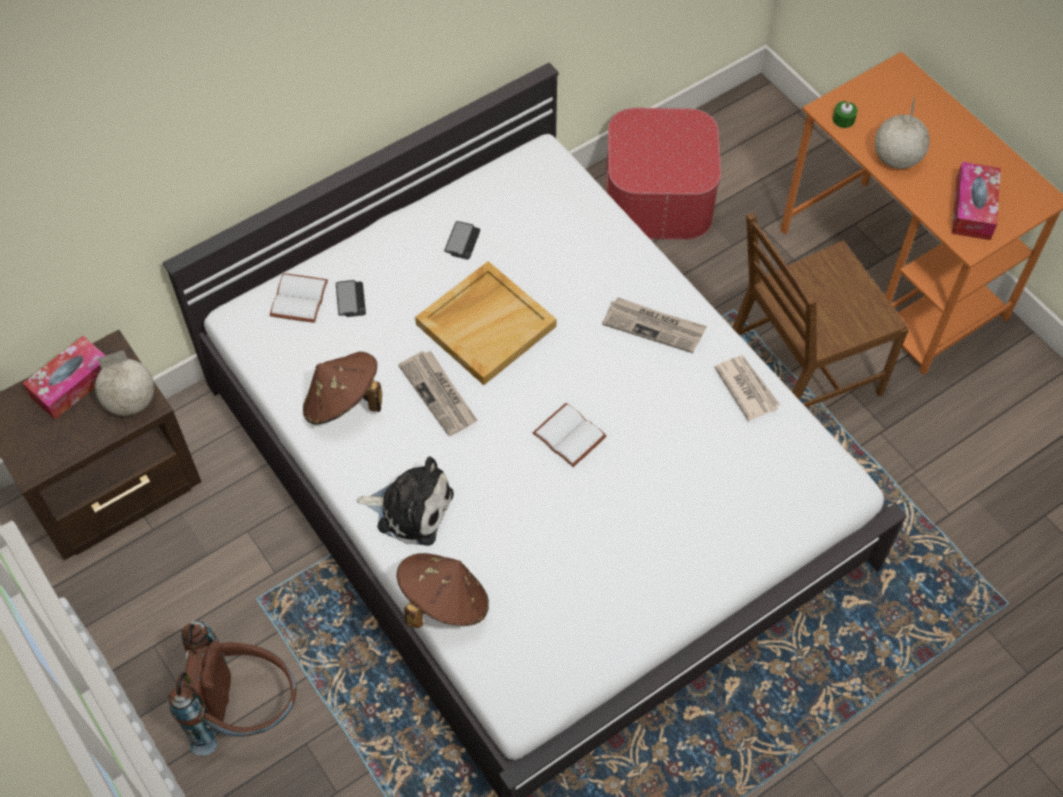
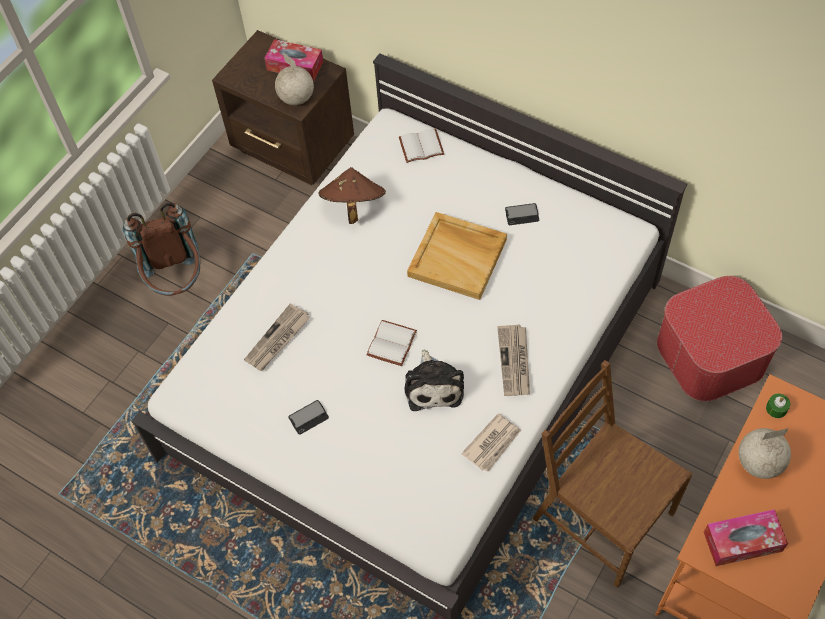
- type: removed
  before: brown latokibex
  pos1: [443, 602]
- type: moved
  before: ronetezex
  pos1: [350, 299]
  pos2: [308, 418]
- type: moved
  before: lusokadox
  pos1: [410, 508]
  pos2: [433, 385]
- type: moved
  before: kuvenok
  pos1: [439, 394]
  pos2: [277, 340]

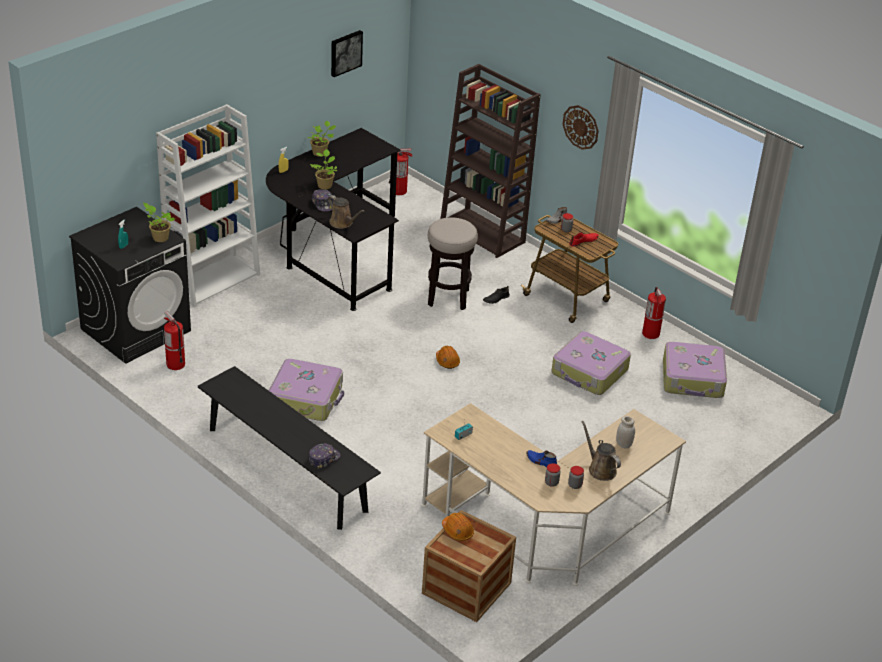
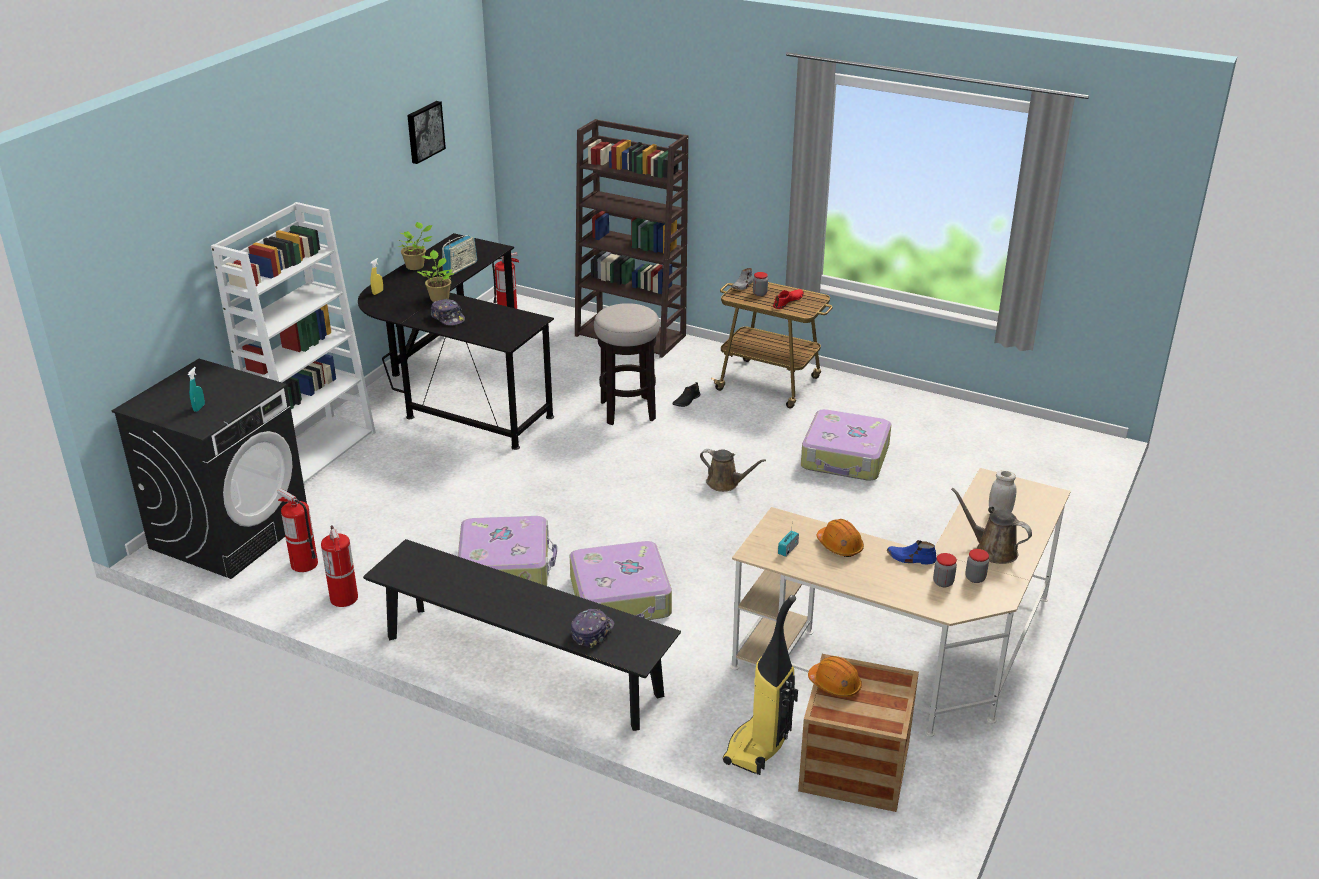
- type: removed
  before: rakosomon
  pos1: [159, 238]
- type: removed
  before: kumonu
  pos1: [581, 127]
- type: added
  after: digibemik
  pos2: [460, 268]
- type: added
  after: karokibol
  pos2: [758, 748]
- type: moved
  before: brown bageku
  pos1: [342, 223]
  pos2: [725, 483]
- type: moved
  before: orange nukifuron
  pos1: [447, 361]
  pos2: [839, 546]
- type: moved
  before: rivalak
  pos1: [651, 334]
  pos2: [344, 598]
- type: moved
  before: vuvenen
  pos1: [693, 379]
  pos2: [621, 598]

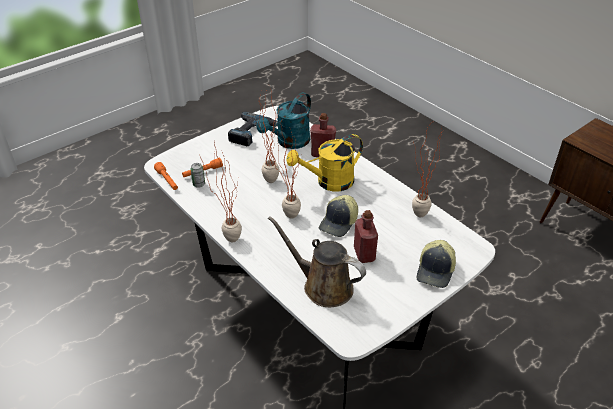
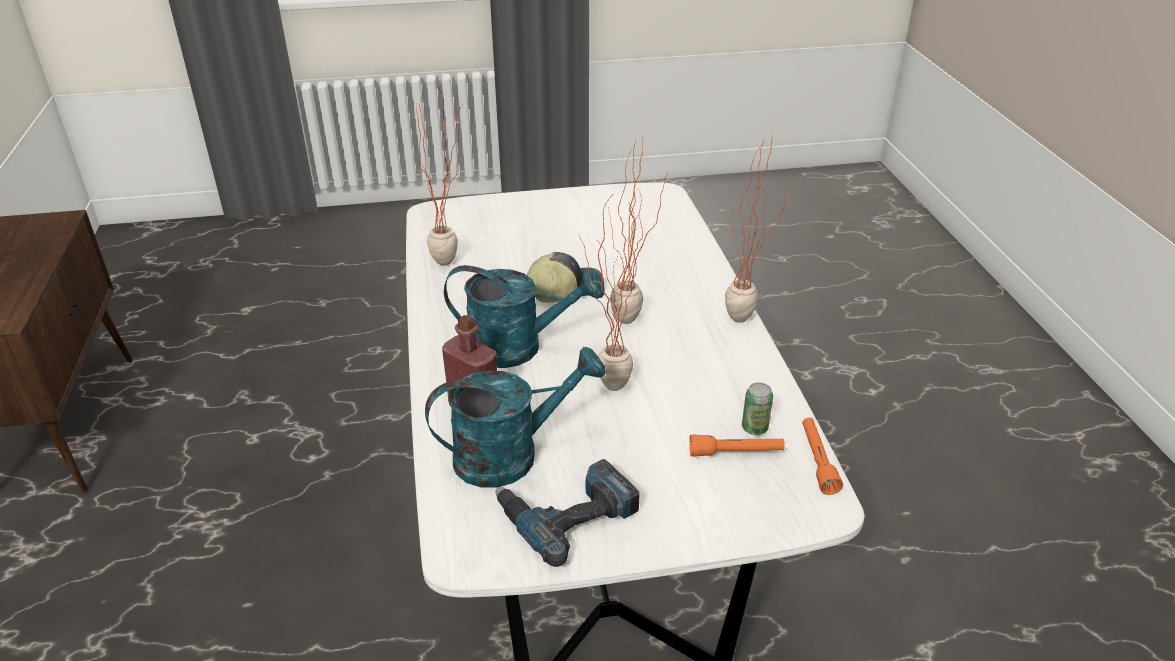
- type: removed
  before: brown bageku
  pos1: [323, 286]
- type: removed
  before: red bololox
  pos1: [364, 254]
- type: removed
  before: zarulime
  pos1: [436, 271]
- type: recoloured
  before: yellow bageku
  after: turquoise bageku
  pos1: [329, 182]
  pos2: [518, 347]

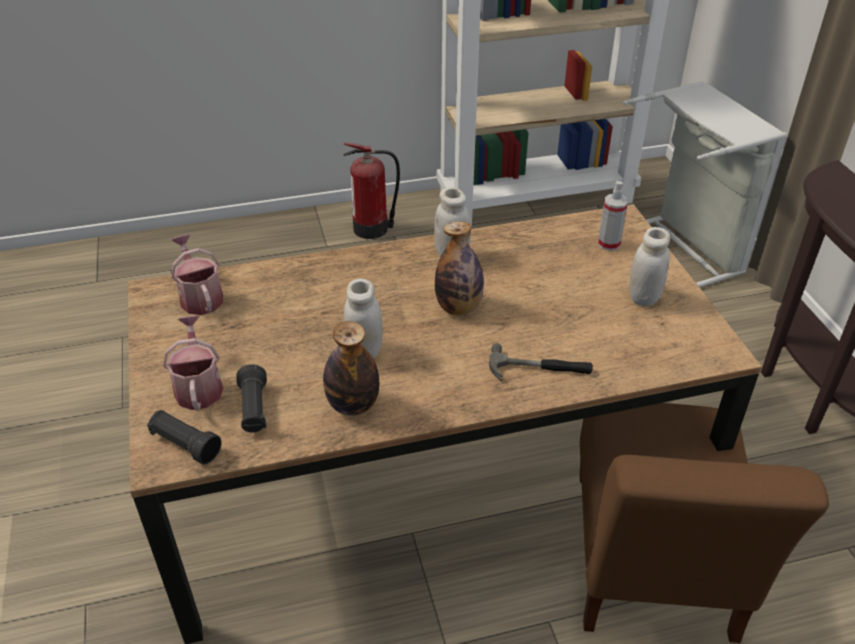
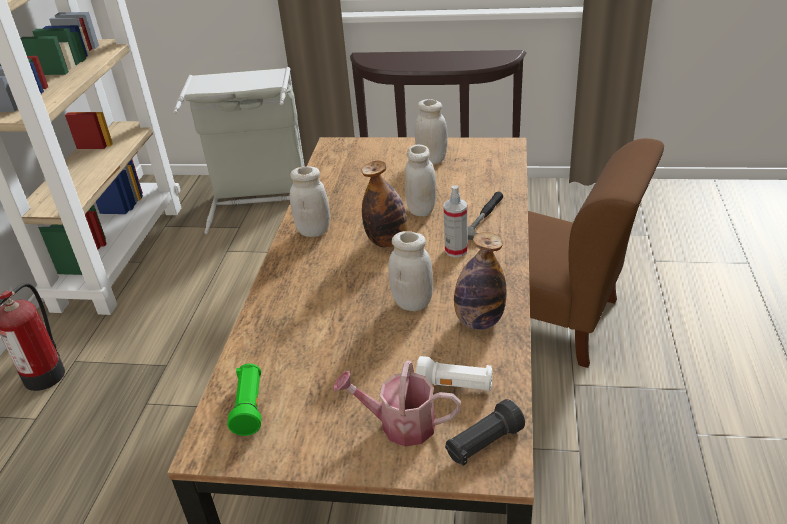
- type: added
  after: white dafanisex
  pos2: [421, 210]
- type: moved
  before: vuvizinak
  pos1: [608, 244]
  pos2: [456, 250]
- type: replaced
  before: bageku
  after: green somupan
  pos1: [200, 297]
  pos2: [249, 407]
- type: recoloured
  before: black somupan
  after: white somupan
  pos1: [254, 409]
  pos2: [455, 386]

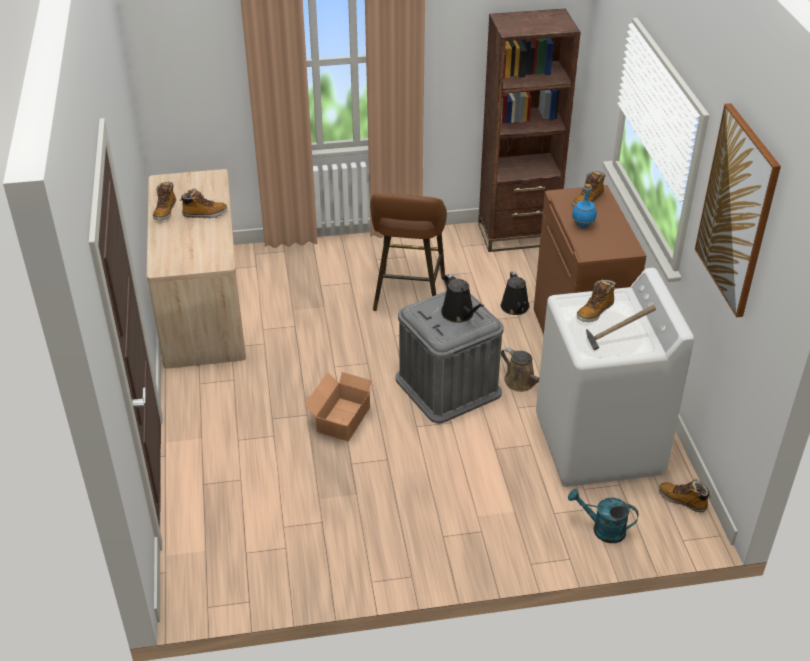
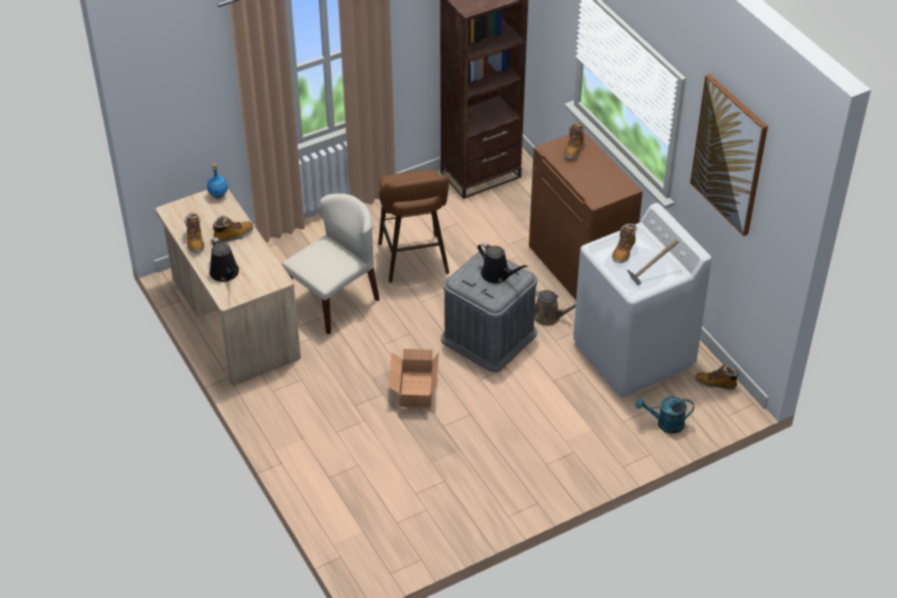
- type: added
  after: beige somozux
  pos2: [334, 301]
- type: moved
  before: black bageku
  pos1: [515, 308]
  pos2: [225, 273]
- type: moved
  before: blue bololox
  pos1: [583, 226]
  pos2: [218, 196]

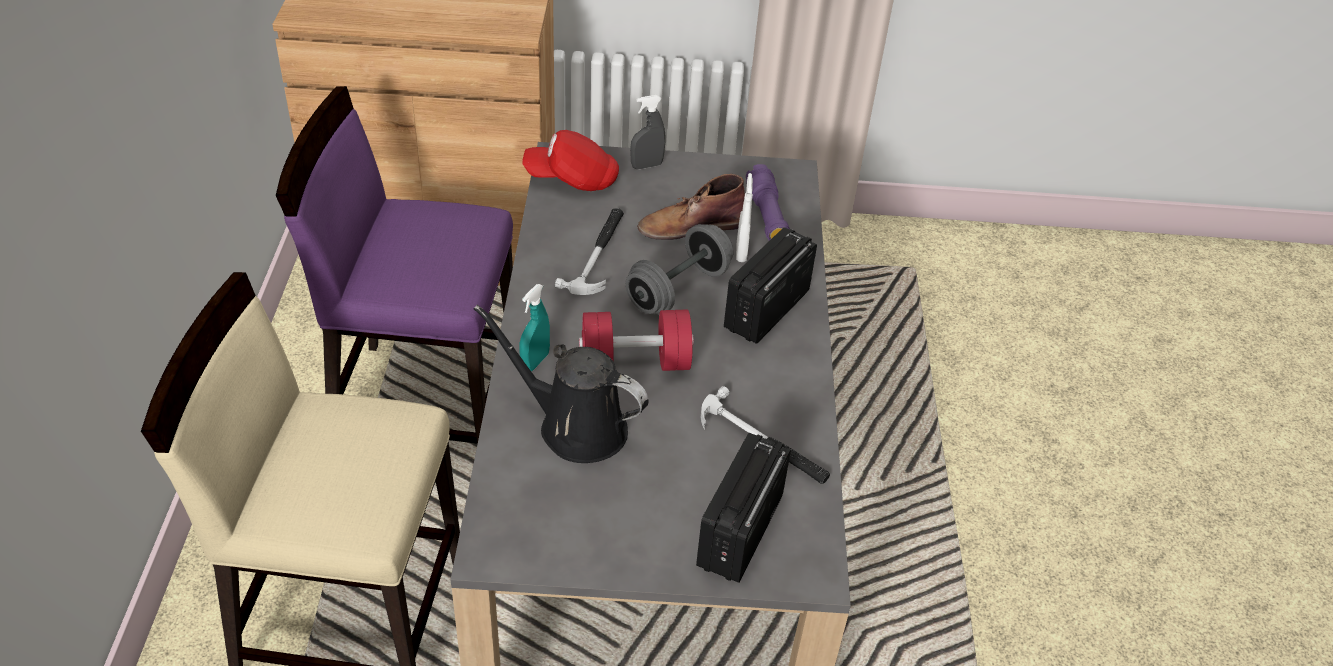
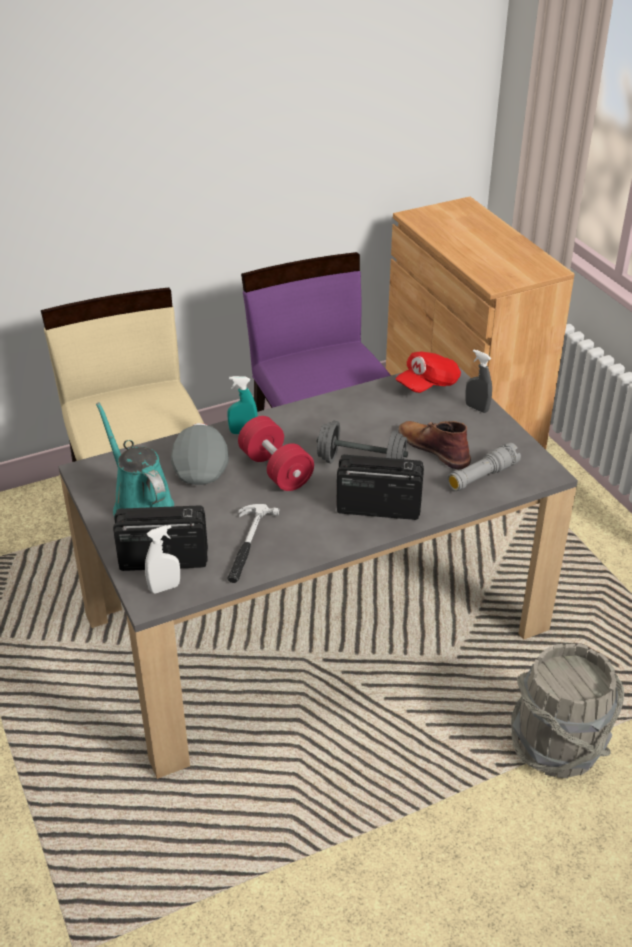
- type: removed
  before: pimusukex
  pos1: [598, 254]
- type: added
  after: turquoise bageku
  pos2: [140, 505]
- type: added
  after: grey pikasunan
  pos2: [558, 746]
- type: moved
  before: white vuvizinak
  pos1: [741, 252]
  pos2: [164, 588]
- type: replaced
  before: black bageku
  after: grey zarulime
  pos1: [575, 426]
  pos2: [201, 466]
- type: recoloured
  before: purple somupan
  after: grey somupan
  pos1: [766, 215]
  pos2: [482, 476]
- type: turned
  before: red zarulime
  pos1: [572, 178]
  pos2: [428, 385]
  turn: -105

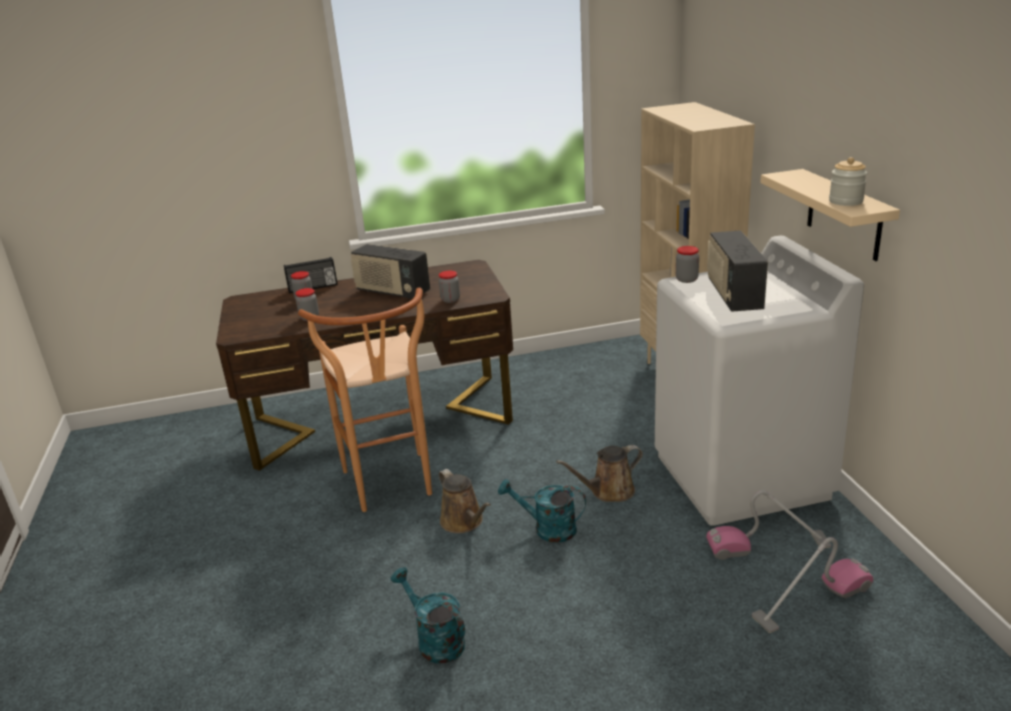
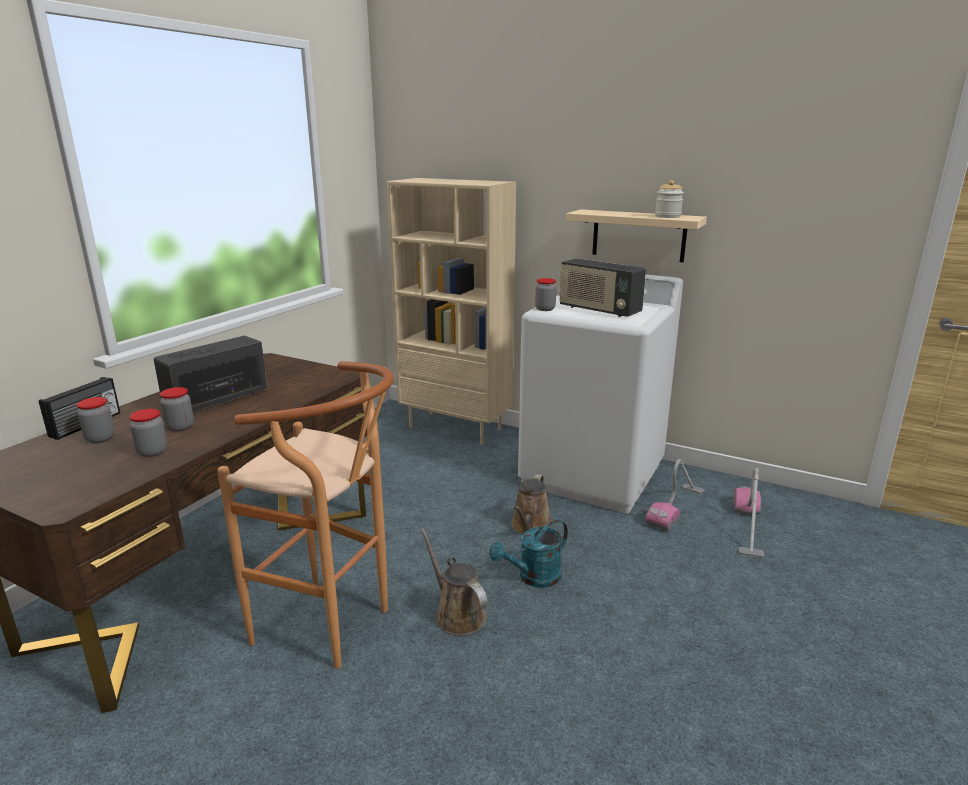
- type: removed
  before: turquoise bageku
  pos1: [435, 640]
- type: moved
  before: dafanisex
  pos1: [450, 300]
  pos2: [180, 427]
- type: turned
  before: digibemik
  pos1: [392, 292]
  pos2: [217, 400]
  turn: 150
- type: turned
  before: brown bageku
  pos1: [464, 522]
  pos2: [457, 614]
  turn: -135

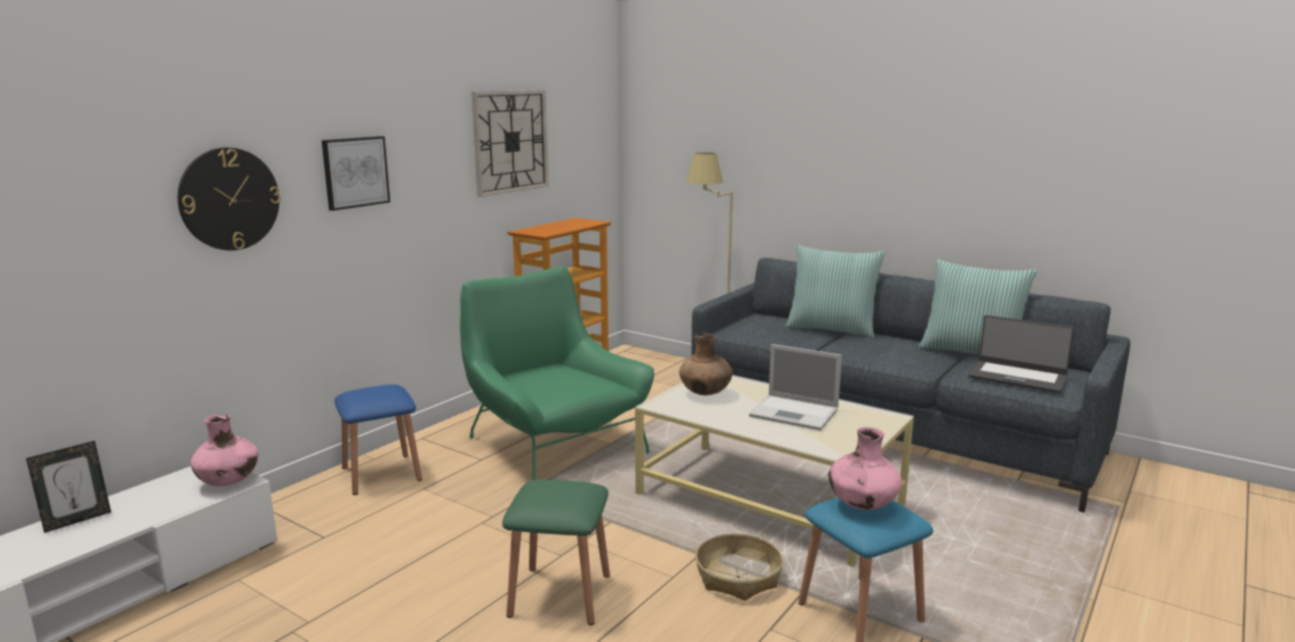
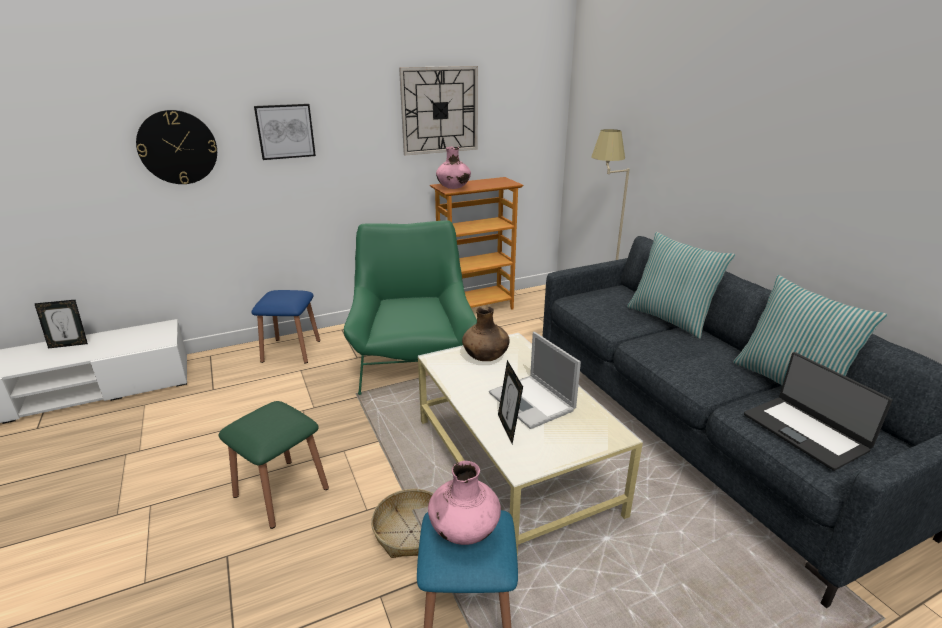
- type: added
  after: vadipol
  pos2: [508, 428]
- type: moved
  before: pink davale
  pos1: [229, 482]
  pos2: [453, 188]

